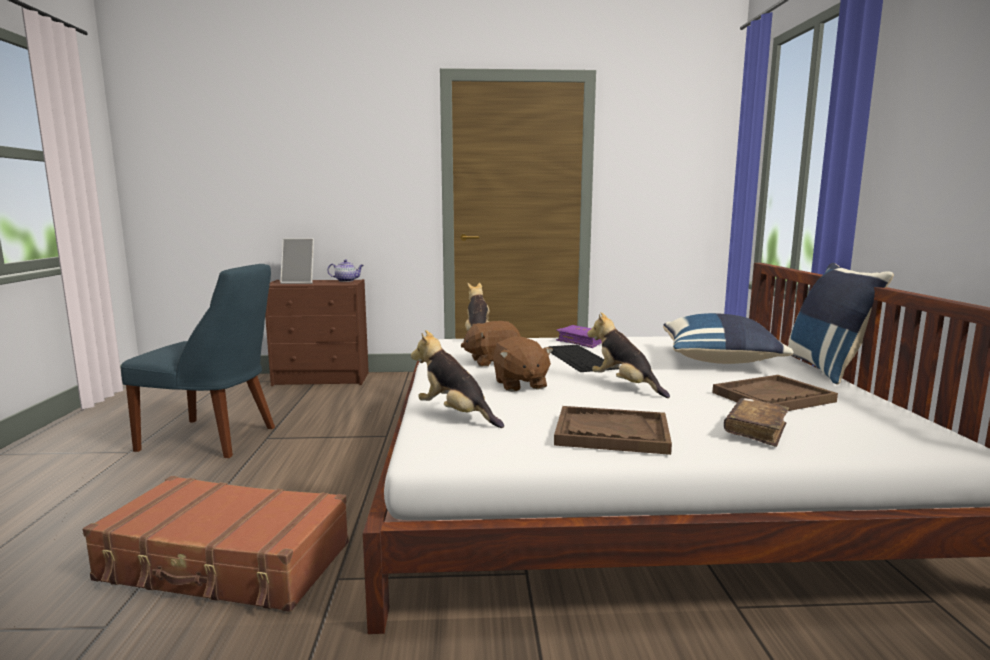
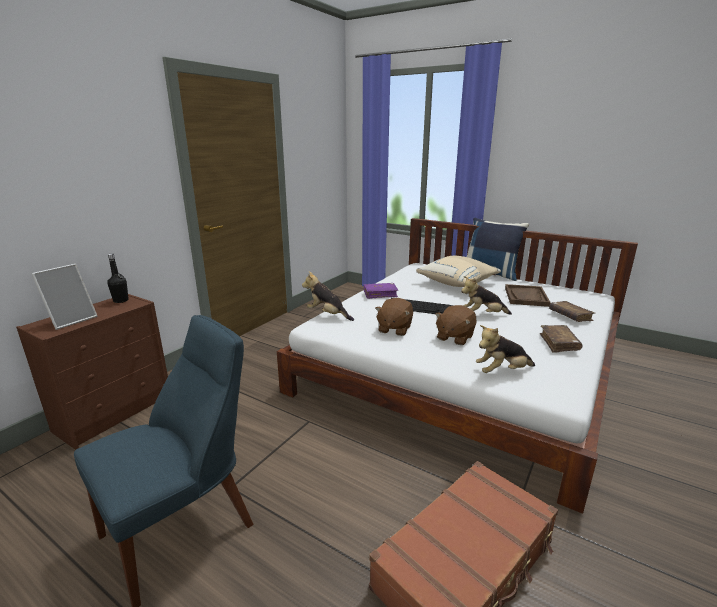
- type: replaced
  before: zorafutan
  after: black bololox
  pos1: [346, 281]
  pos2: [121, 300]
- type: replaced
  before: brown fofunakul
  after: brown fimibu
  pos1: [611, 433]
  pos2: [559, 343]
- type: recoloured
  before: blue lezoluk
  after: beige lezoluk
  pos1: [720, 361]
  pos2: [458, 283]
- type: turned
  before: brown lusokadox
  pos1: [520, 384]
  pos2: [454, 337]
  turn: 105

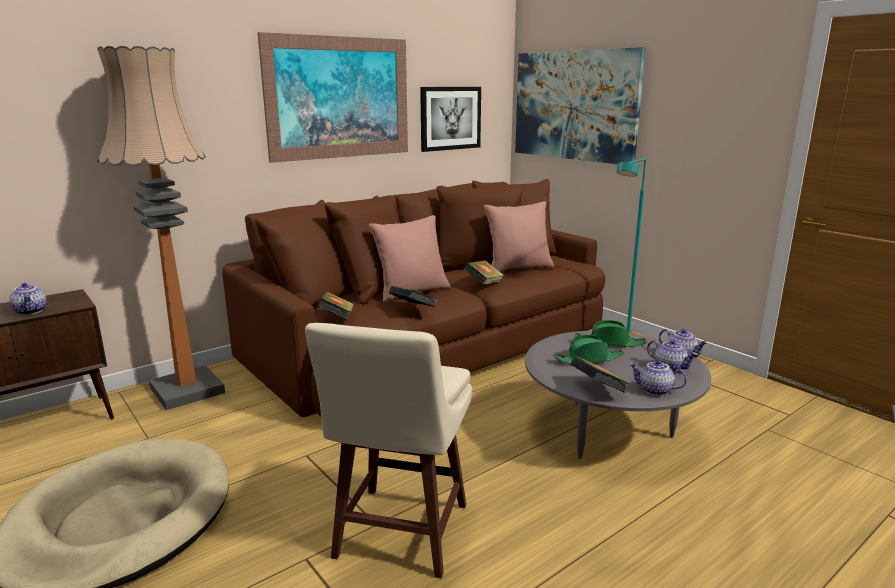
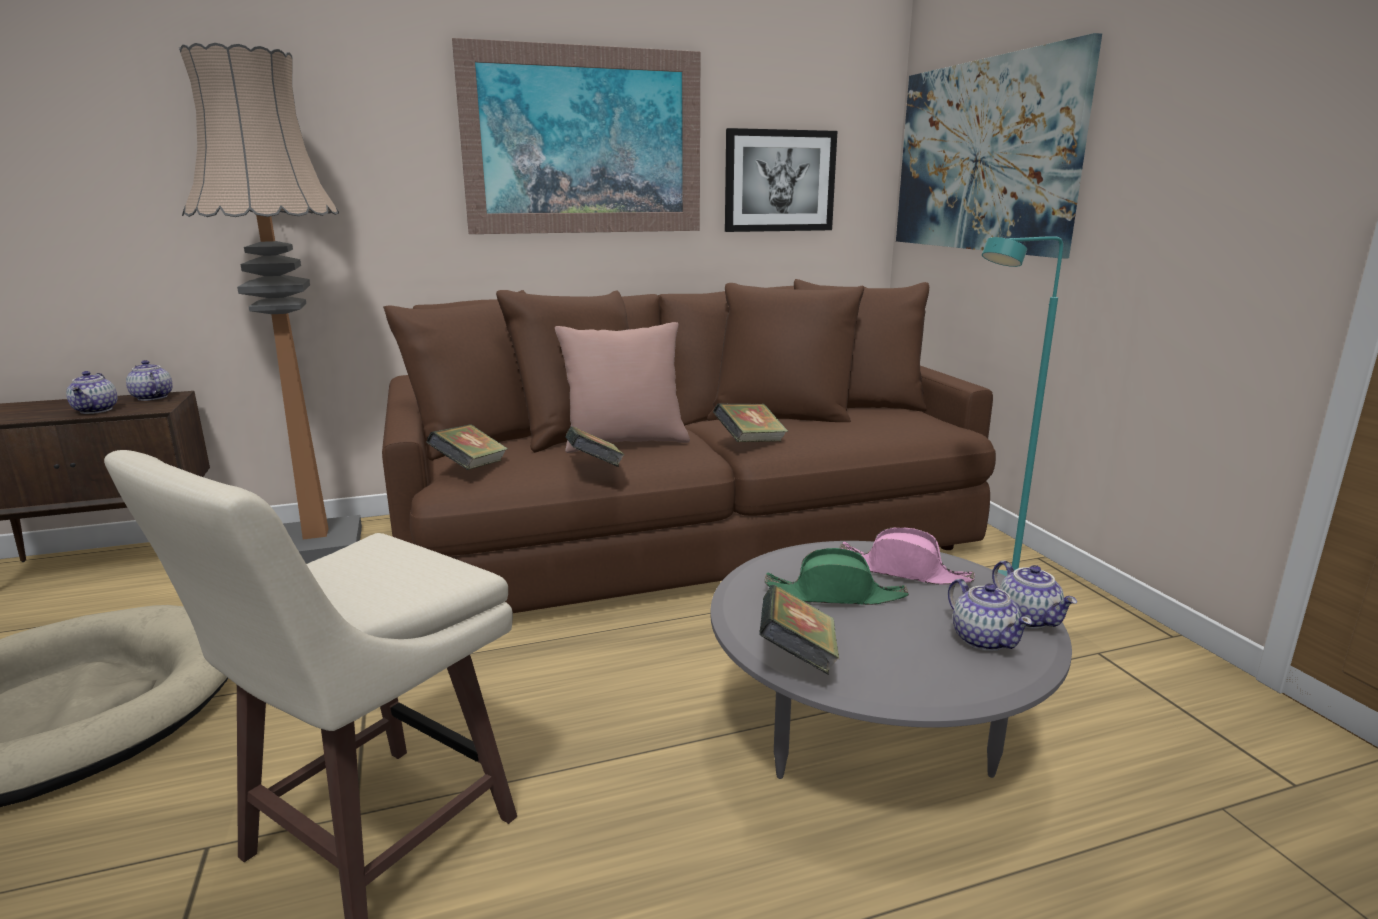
- type: removed
  before: pink lezoluk
  pos1: [518, 268]
- type: moved
  before: zorafutan
  pos1: [655, 390]
  pos2: [151, 397]
- type: recoloured
  before: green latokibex
  after: pink latokibex
  pos1: [609, 343]
  pos2: [904, 571]

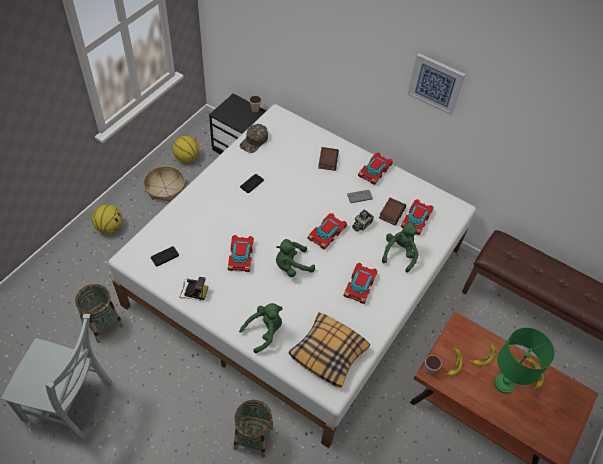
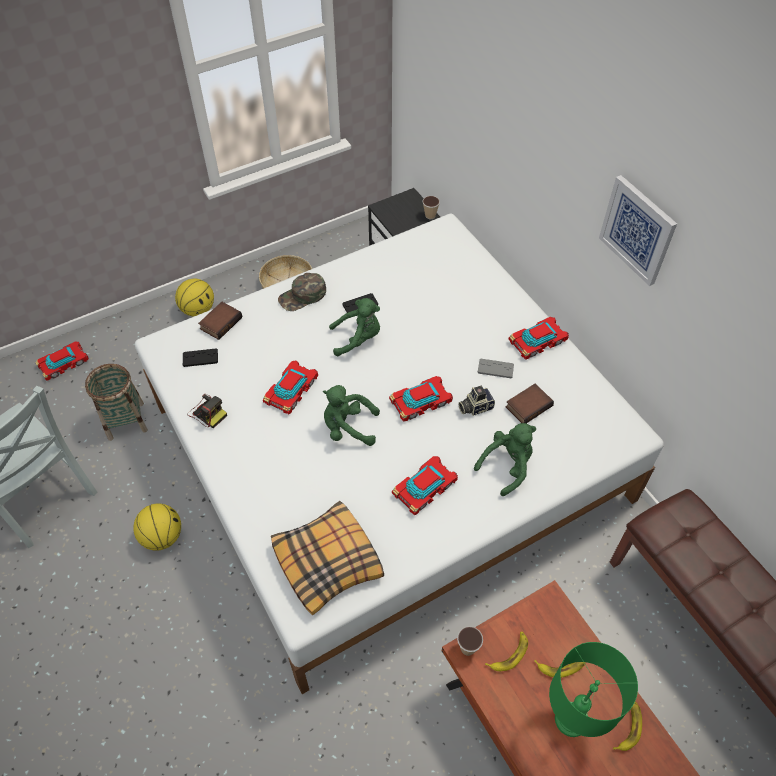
- type: removed
  before: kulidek
  pos1: [253, 438]
- type: moved
  before: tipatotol
  pos1: [187, 158]
  pos2: [162, 536]
- type: moved
  before: green lusokadox
  pos1: [264, 331]
  pos2: [358, 339]
- type: moved
  before: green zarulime
  pos1: [254, 141]
  pos2: [302, 296]
- type: moved
  before: fimibu
  pos1: [327, 160]
  pos2: [220, 322]
- type: moved
  before: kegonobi
  pos1: [416, 219]
  pos2: [64, 364]

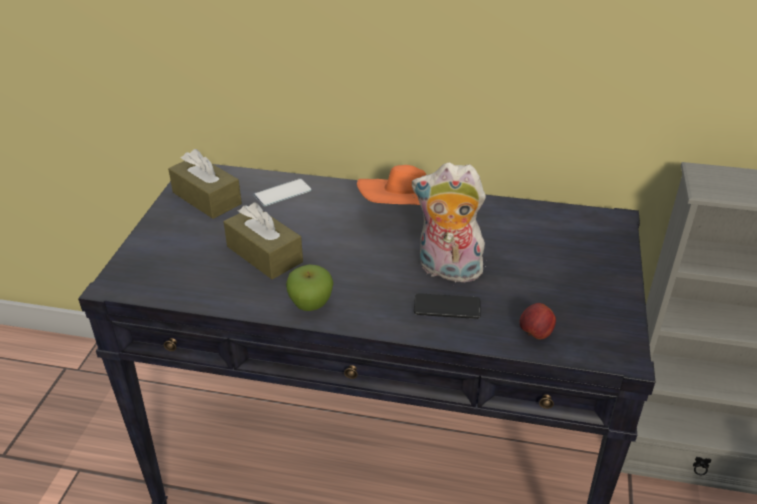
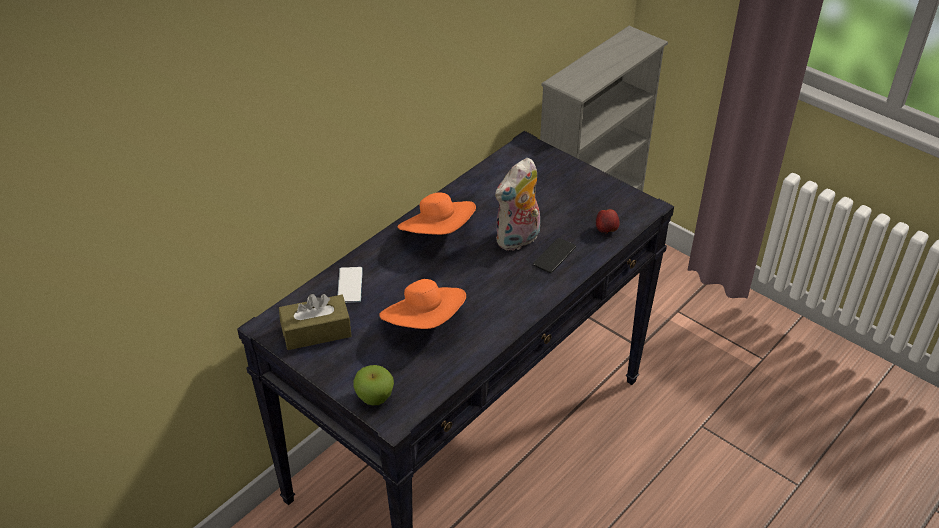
- type: moved
  before: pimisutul
  pos1: [311, 305]
  pos2: [375, 398]
- type: replaced
  before: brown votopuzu
  after: orange latokibex
  pos1: [264, 254]
  pos2: [425, 322]

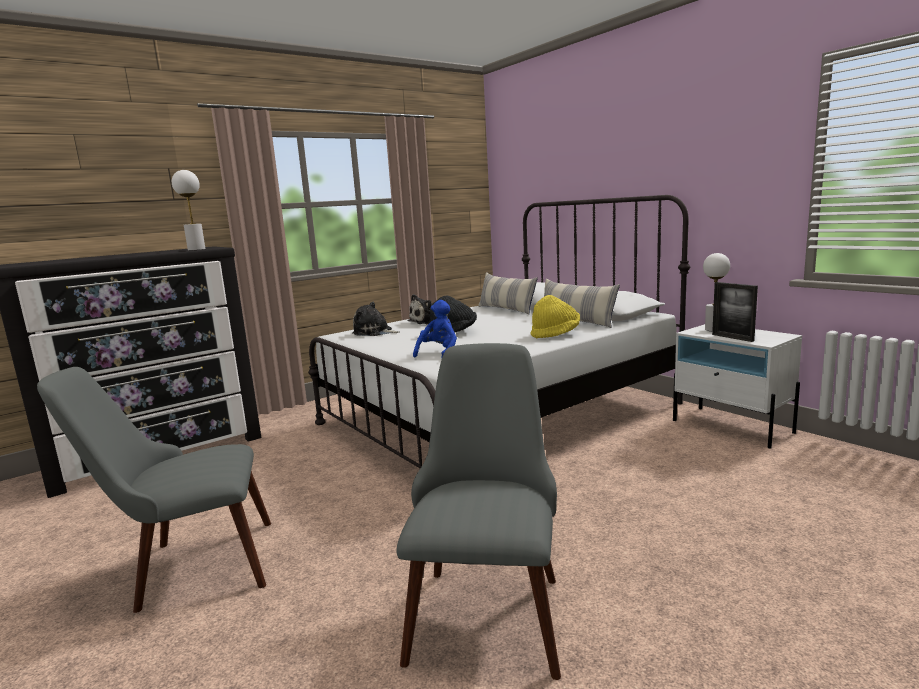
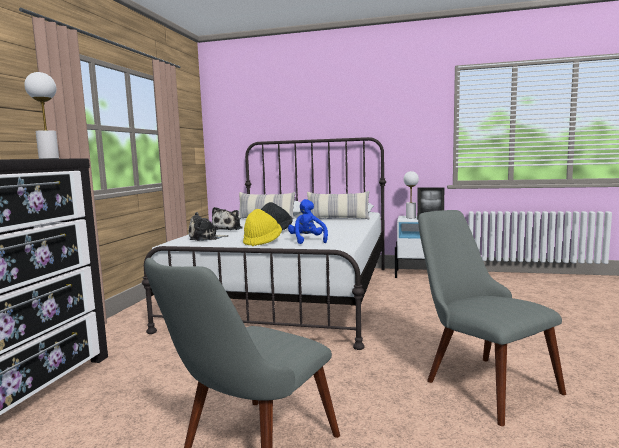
- type: moved
  before: yellow latokibex
  pos1: [555, 334]
  pos2: [262, 242]

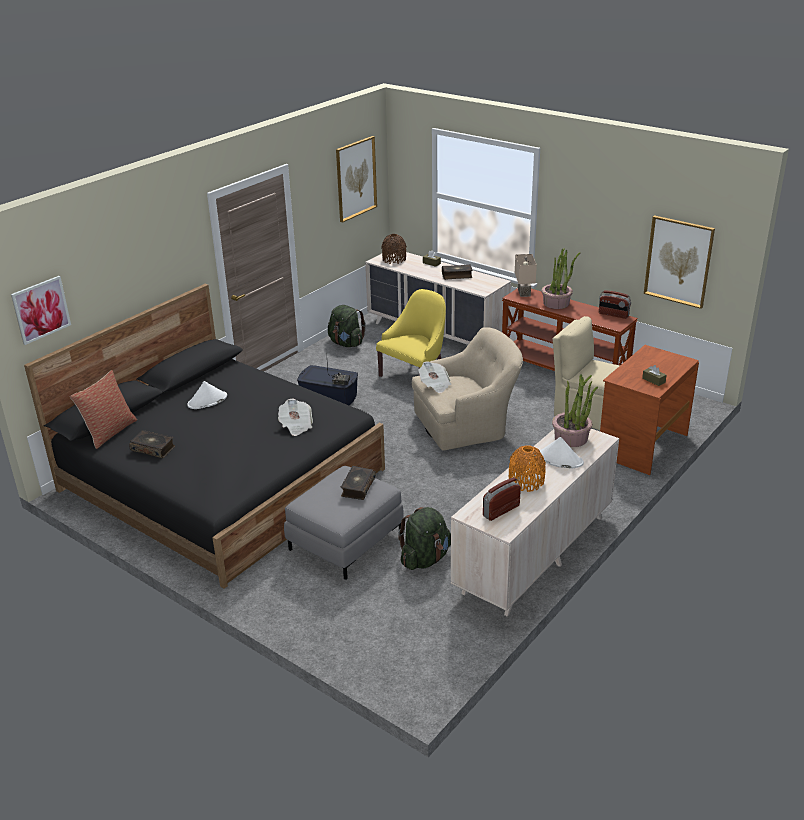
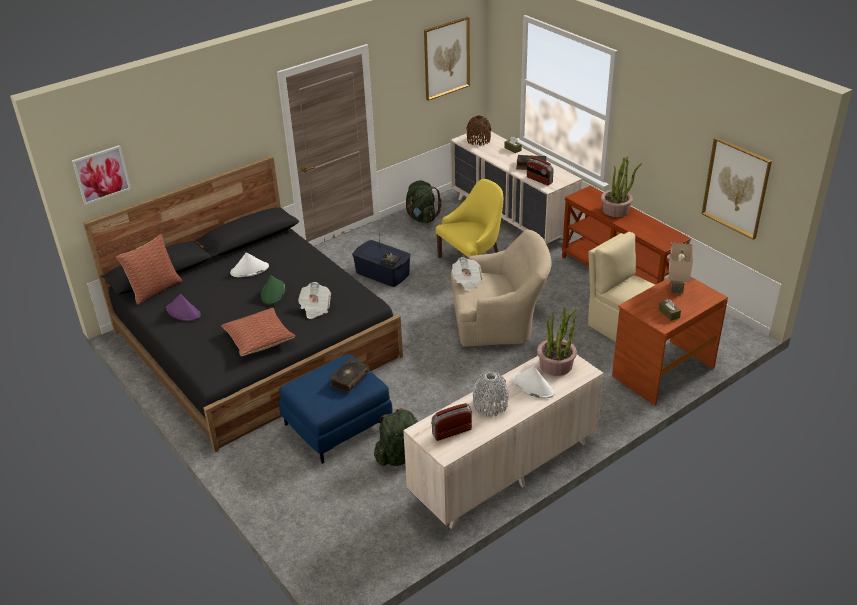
- type: added
  after: lezoluk
  pos2: [259, 339]
- type: added
  after: green latokibex
  pos2: [273, 293]
- type: moved
  before: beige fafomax
  pos1: [523, 293]
  pos2: [675, 287]
- type: moved
  before: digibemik
  pos1: [613, 315]
  pos2: [539, 180]
- type: replaced
  before: fimibu
  after: purple latokibex
  pos1: [153, 448]
  pos2: [183, 312]
- type: recoloured
  before: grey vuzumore
  after: blue vuzumore
  pos1: [345, 541]
  pos2: [337, 424]
- type: recoloured
  before: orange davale
  after: grey davale
  pos1: [526, 481]
  pos2: [490, 405]

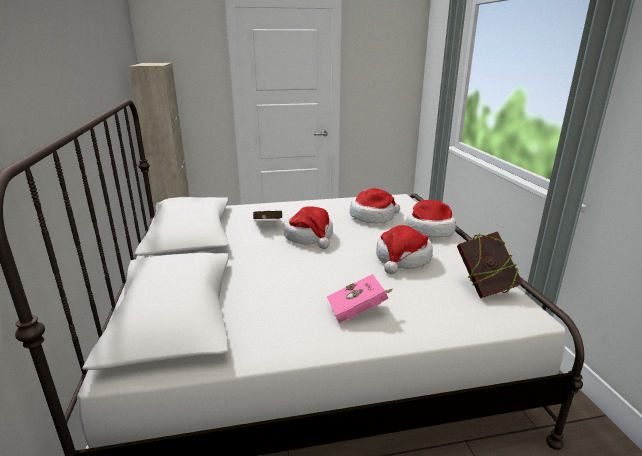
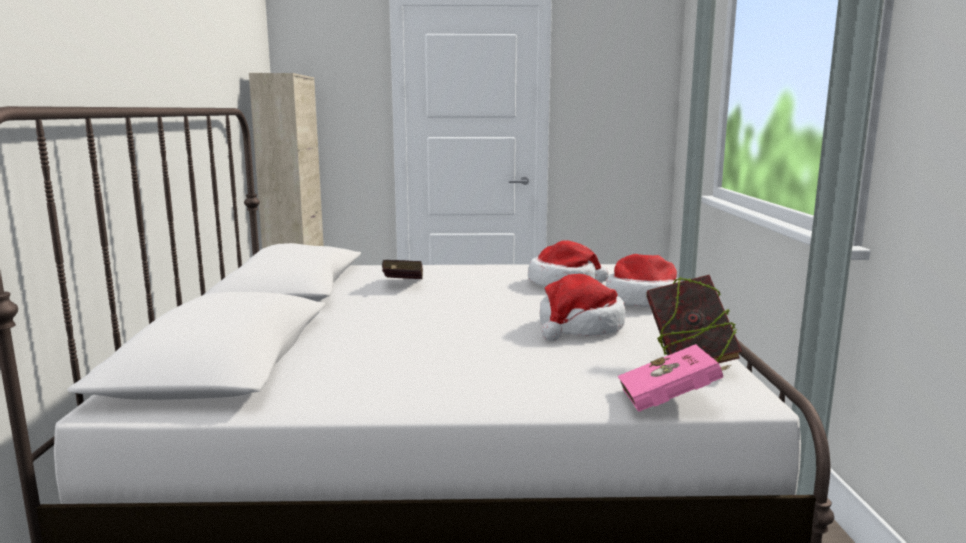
- type: removed
  before: latokibex
  pos1: [309, 237]
- type: moved
  before: pink fimibu
  pos1: [359, 311]
  pos2: [671, 401]

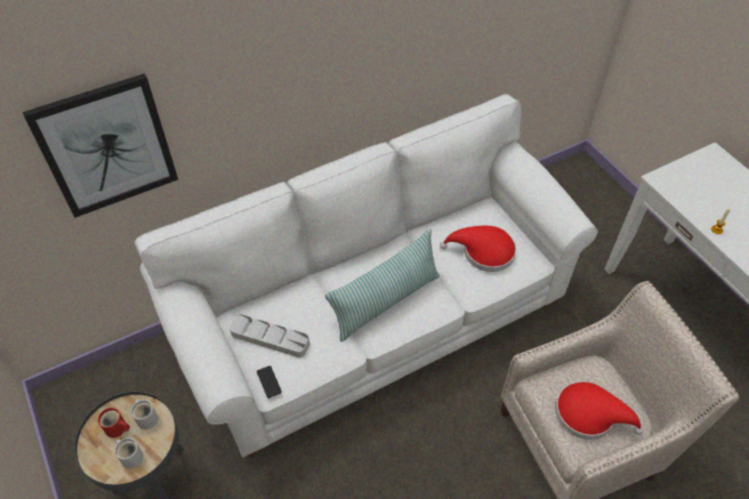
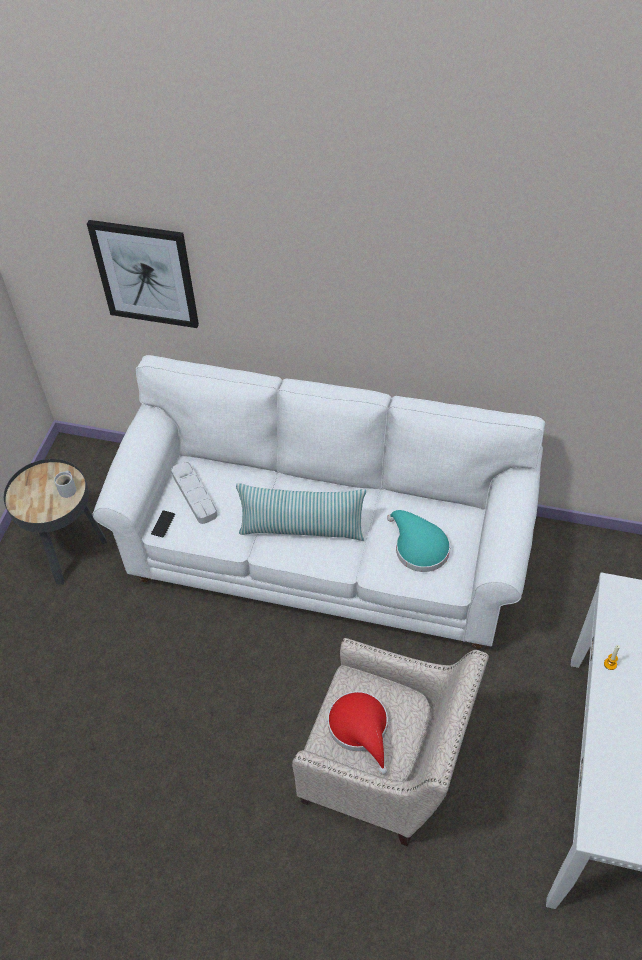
- type: removed
  before: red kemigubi
  pos1: [117, 429]
- type: removed
  before: white kemigubi
  pos1: [131, 456]
- type: recoloured
  before: red latokibex
  after: turquoise latokibex
  pos1: [483, 252]
  pos2: [418, 547]

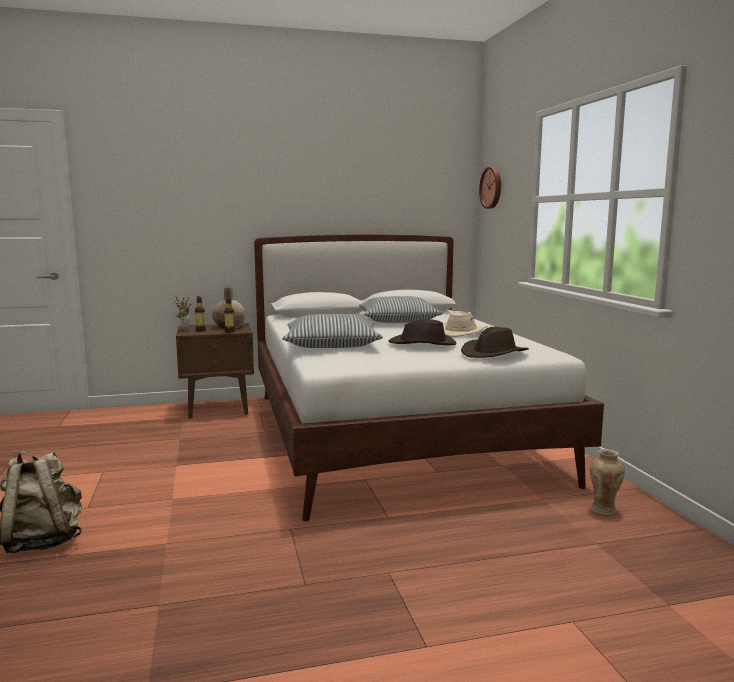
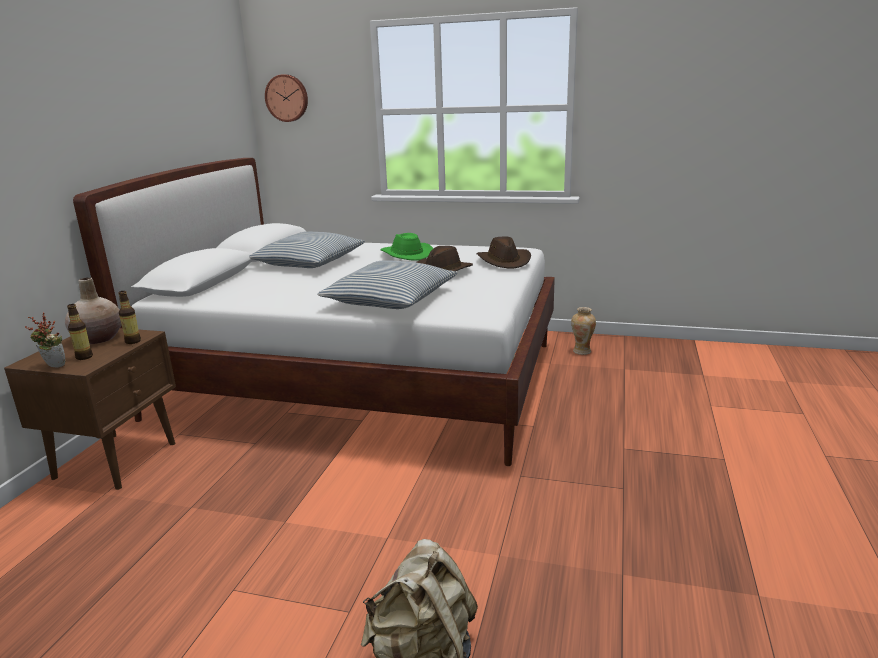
- type: recoloured
  before: beige latokibex
  after: green latokibex
  pos1: [461, 332]
  pos2: [405, 254]

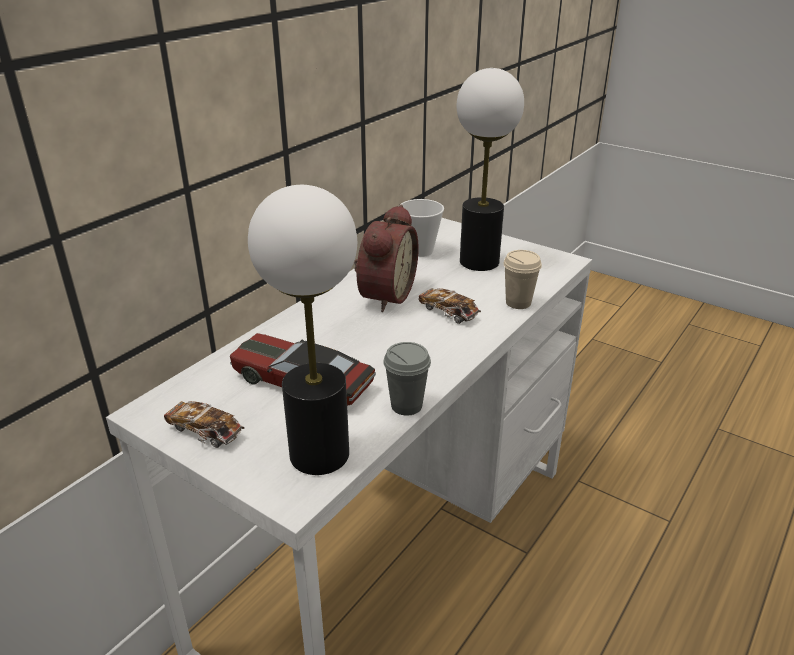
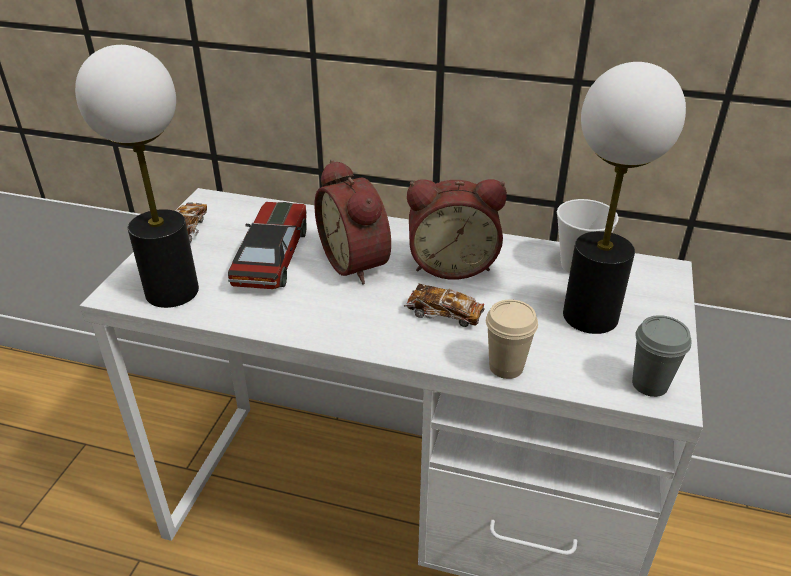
- type: added
  after: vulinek
  pos2: [358, 262]
- type: moved
  before: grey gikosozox
  pos1: [406, 406]
  pos2: [649, 384]
- type: turned
  before: kegonobi
  pos1: [448, 313]
  pos2: [443, 315]
  turn: 90

